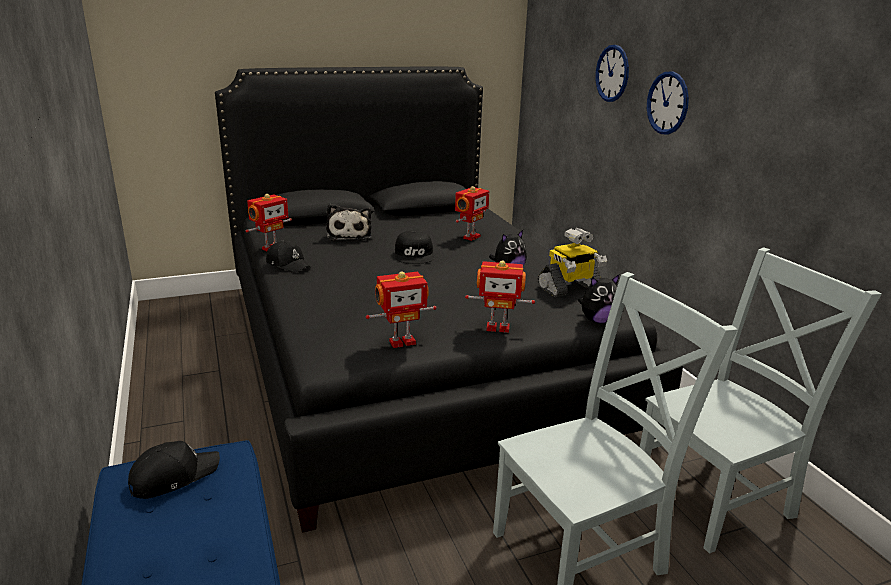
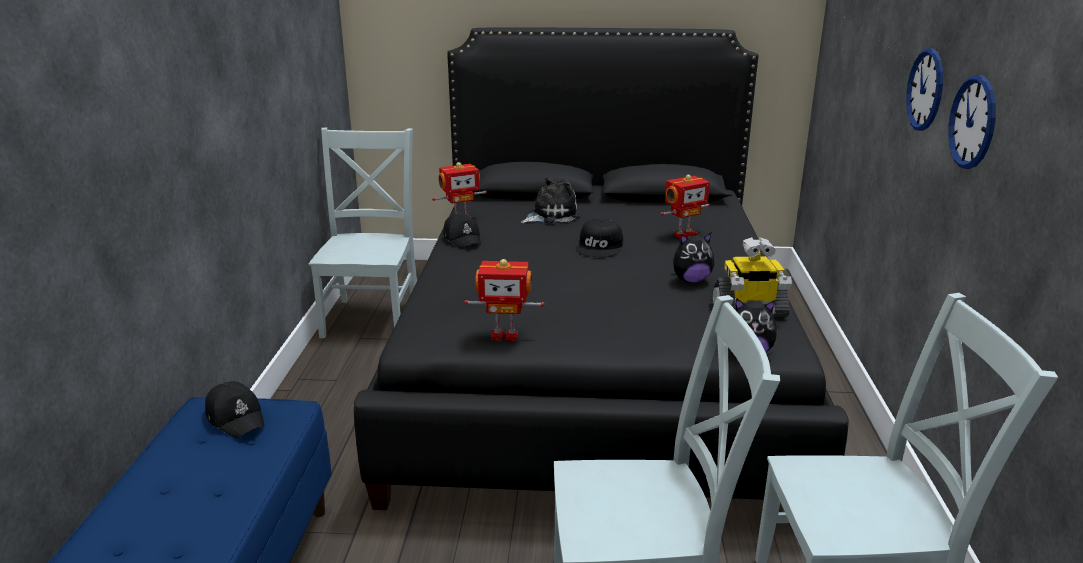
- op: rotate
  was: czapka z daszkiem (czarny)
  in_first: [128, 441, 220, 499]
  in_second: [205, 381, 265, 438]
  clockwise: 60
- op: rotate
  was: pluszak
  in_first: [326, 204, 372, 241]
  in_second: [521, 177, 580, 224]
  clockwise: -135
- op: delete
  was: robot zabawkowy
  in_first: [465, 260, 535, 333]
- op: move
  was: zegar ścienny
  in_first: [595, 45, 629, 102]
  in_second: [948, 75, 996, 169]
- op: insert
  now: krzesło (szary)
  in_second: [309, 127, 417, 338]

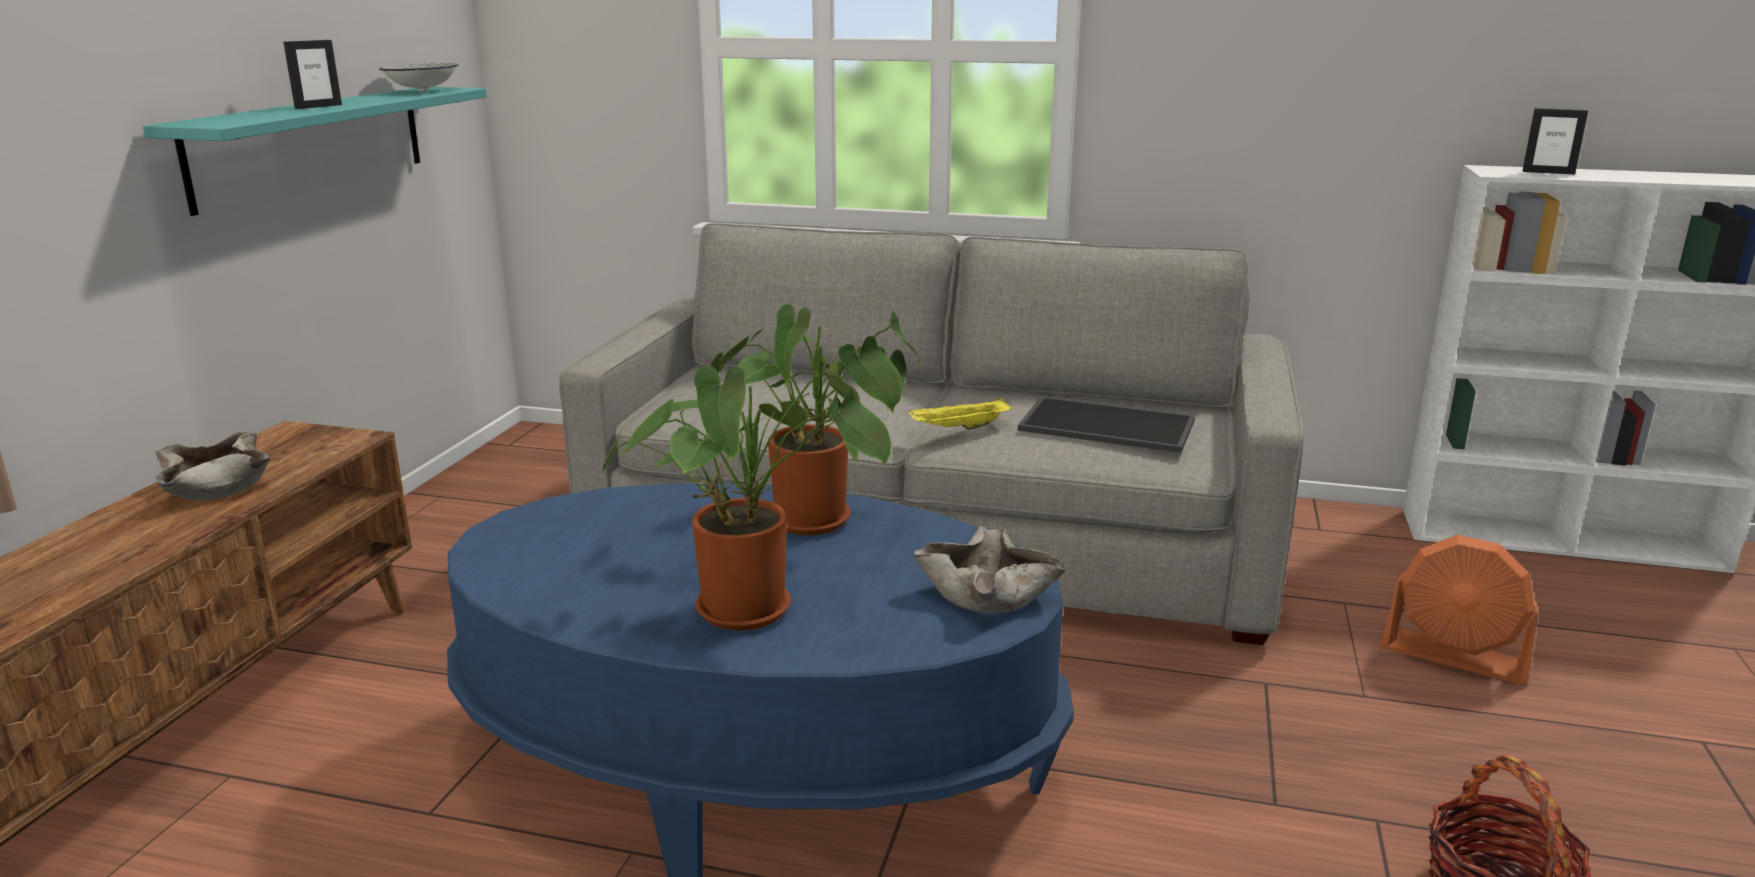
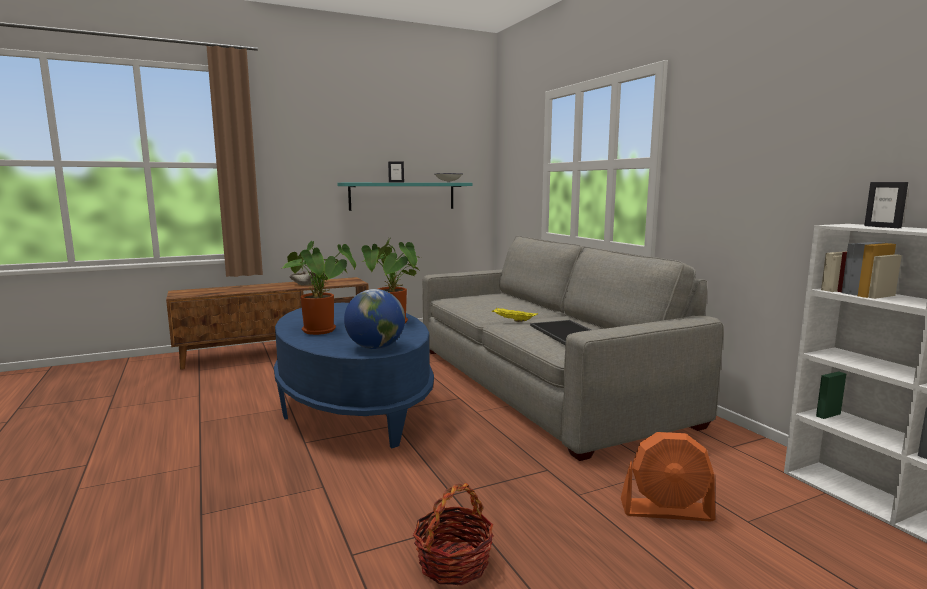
- op: replace
  was: miska (beżowy)
  now: globus
  in_first: [913, 526, 1066, 614]
  in_second: [344, 289, 405, 349]
- op: rotate
  was: wentylator (pomarańczowy)
  in_first: [1381, 535, 1538, 684]
  in_second: [621, 432, 715, 522]
  clockwise: -75

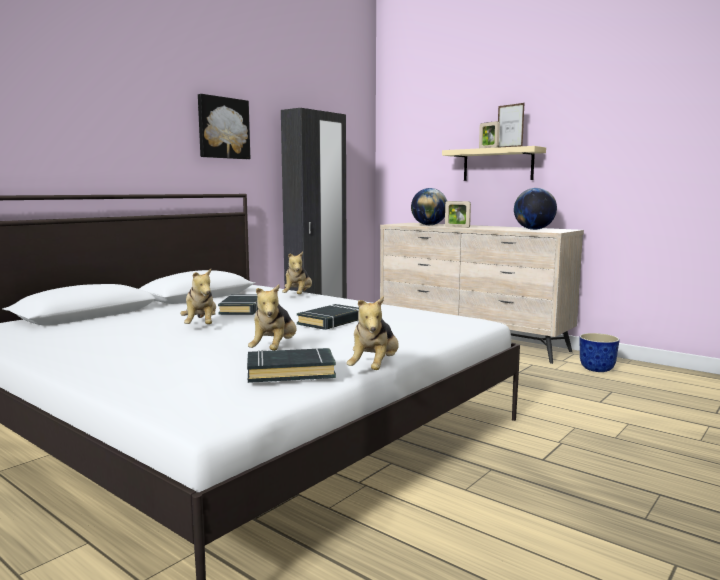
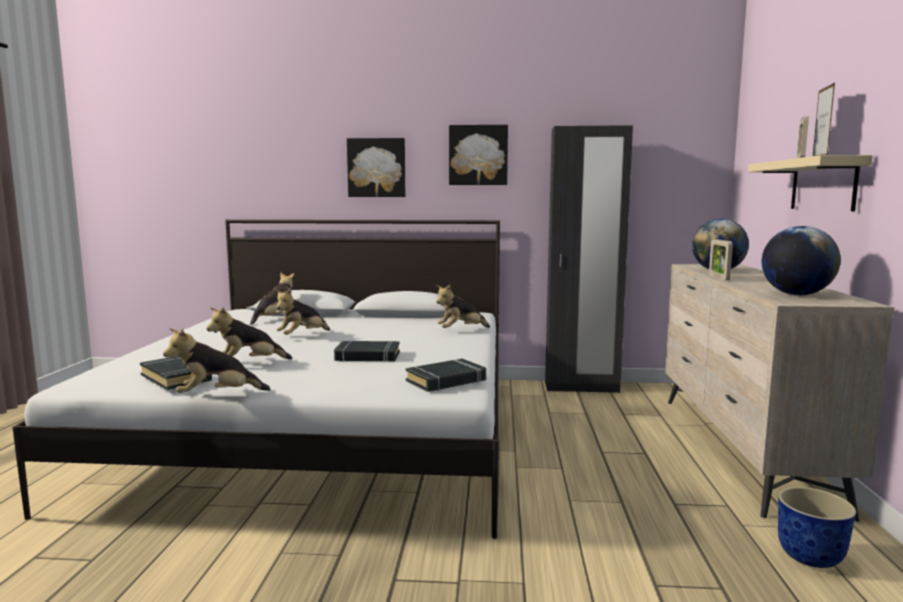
- op: move
  was: książka (czarny)
  in_first: [218, 294, 258, 315]
  in_second: [406, 359, 486, 392]
- op: insert
  now: pluszak
  in_second: [250, 272, 294, 325]
- op: insert
  now: obraz
  in_second: [347, 138, 405, 197]

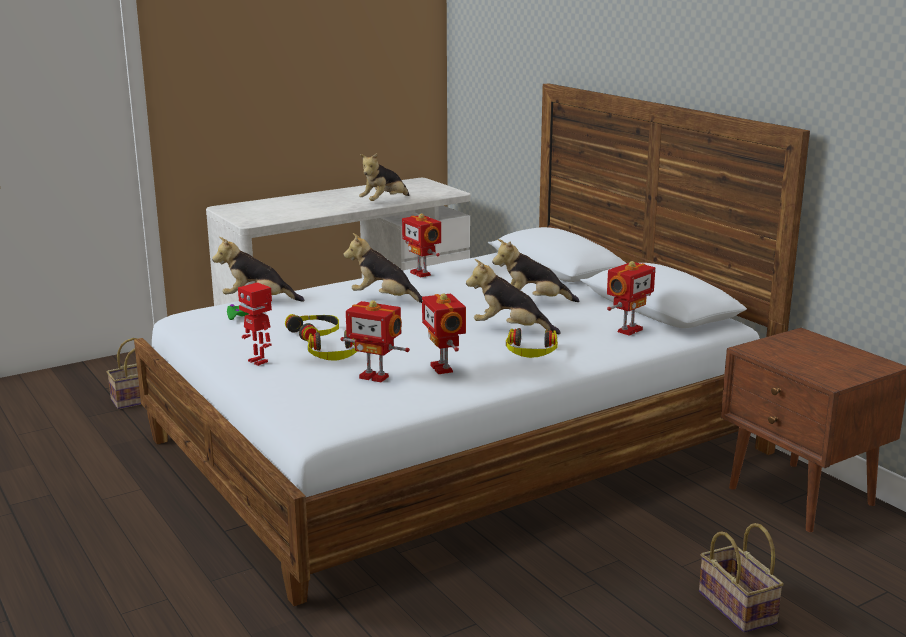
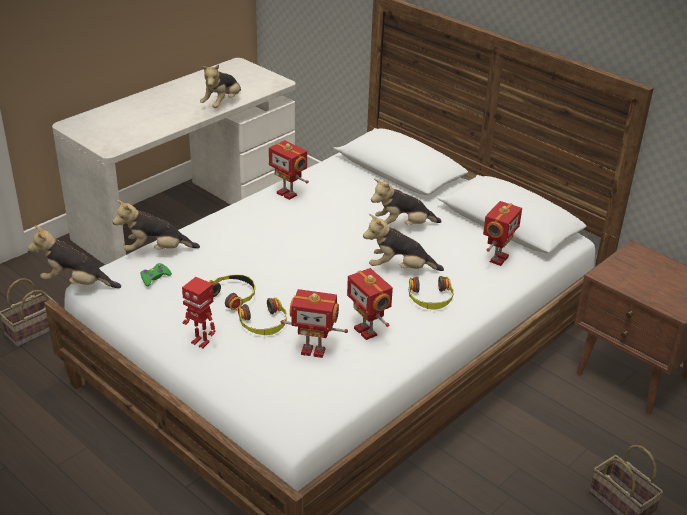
- op: move
  was: pluszak
  in_first: [343, 233, 422, 303]
  in_second: [28, 225, 121, 288]

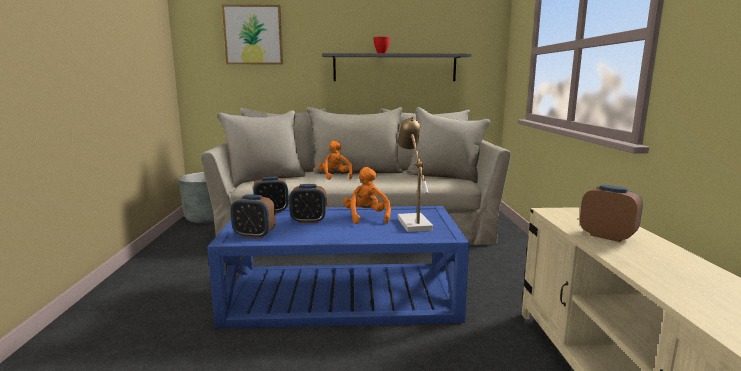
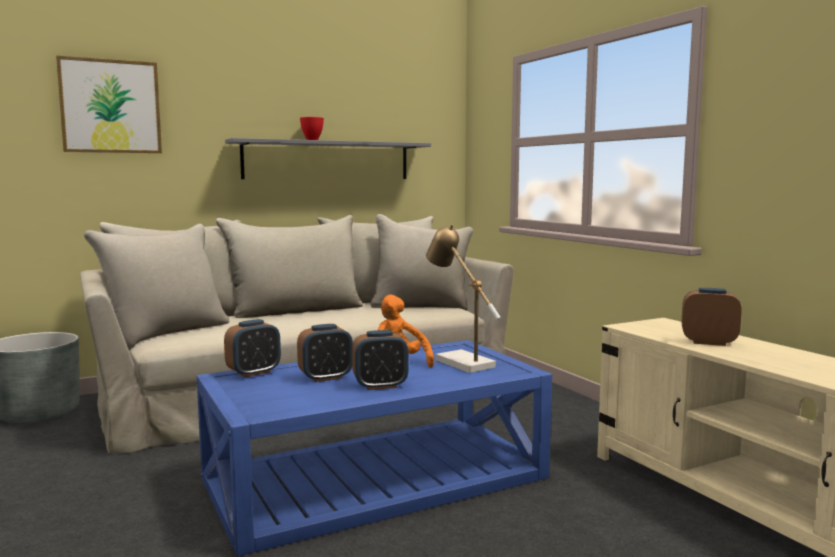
- op: move
  was: budzik
  in_first: [231, 194, 276, 239]
  in_second: [352, 330, 409, 390]
- op: delete
  was: pluszak (pomarańczowy)
  in_first: [318, 140, 353, 180]

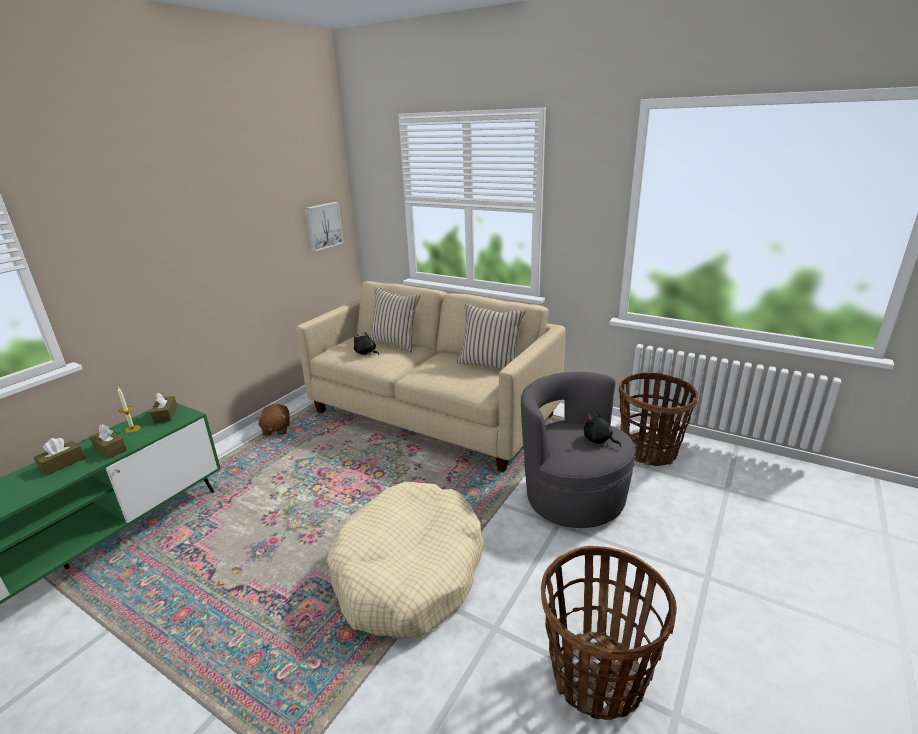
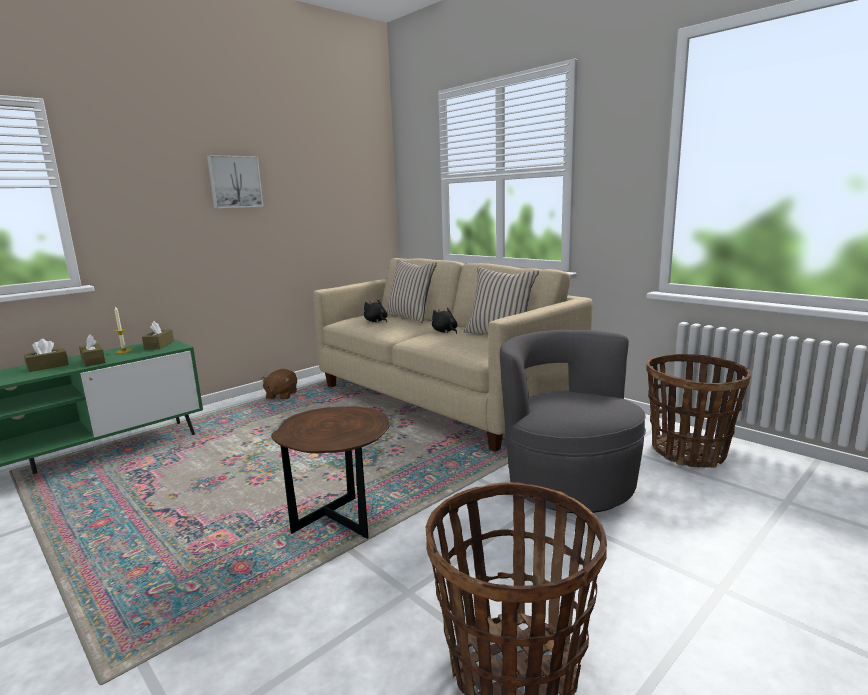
- op: move
  was: obraz
  in_first: [305, 202, 343, 252]
  in_second: [207, 155, 264, 208]
- op: replace
  was: legowisko (beżowy)
  now: stolik (brązowy)
  in_first: [327, 482, 484, 639]
  in_second: [271, 406, 390, 539]
- op: move
  was: pluszak (czarny)
  in_first: [584, 412, 621, 447]
  in_second: [432, 308, 457, 334]

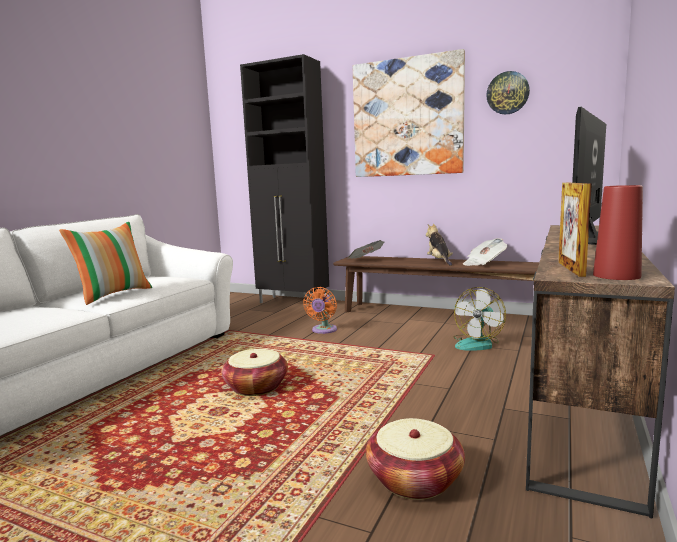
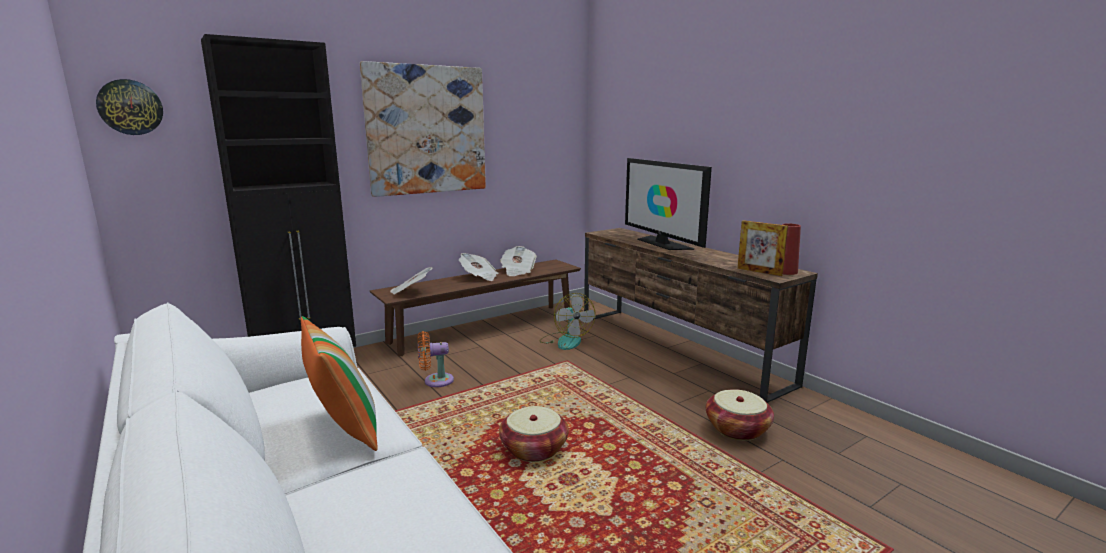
- op: rotate
  was: wentylator (pomarańczowy)
  in_first: [303, 287, 337, 334]
  in_second: [418, 331, 454, 387]
  clockwise: 120
- op: replace
  was: pluszak
  now: gazeta
  in_first: [426, 224, 453, 266]
  in_second: [459, 253, 498, 281]
- op: move
  was: zegar ścienny
  in_first: [486, 71, 530, 114]
  in_second: [96, 79, 163, 135]

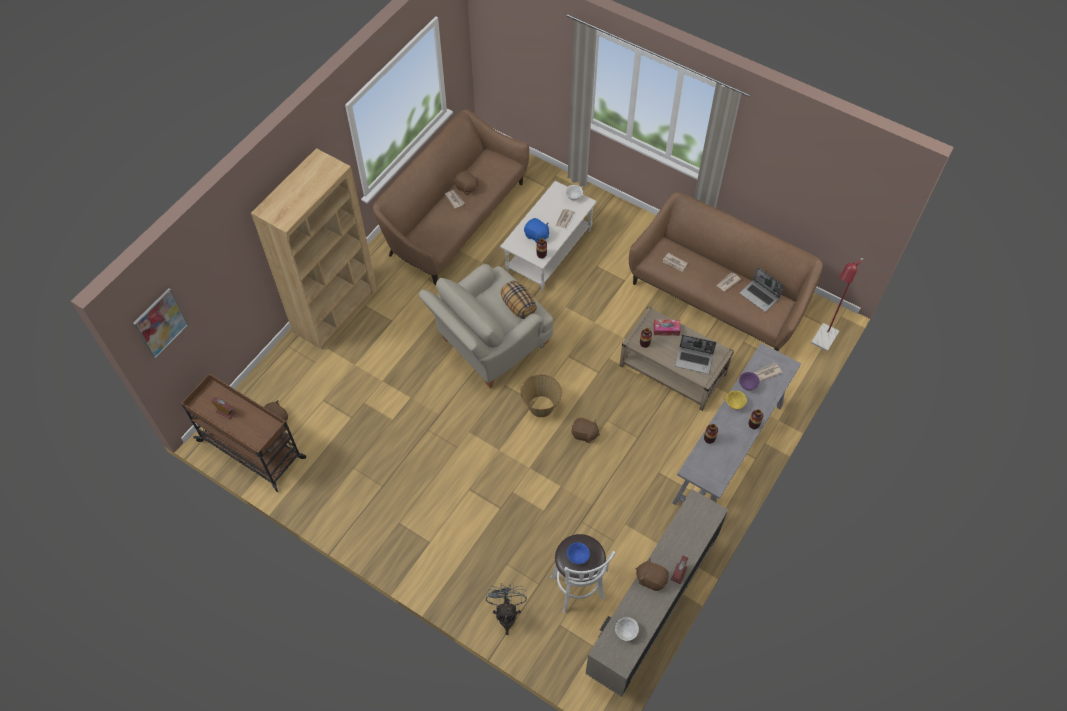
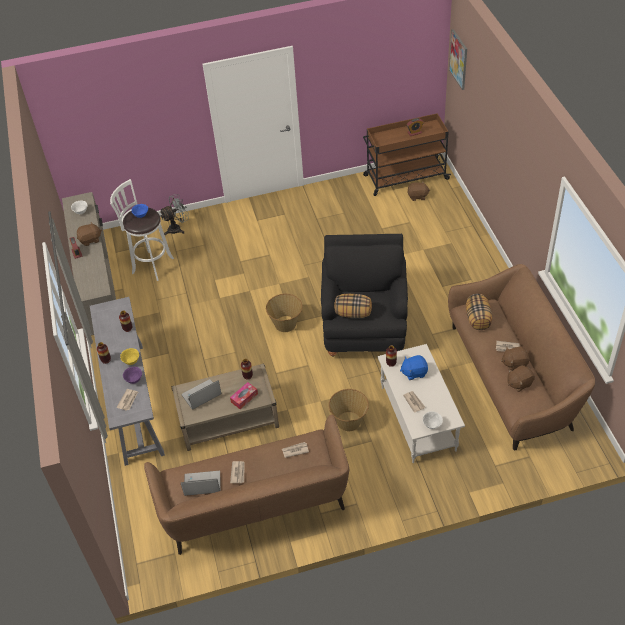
- op: delete
  was: regał (brązowy)
  in_first: [251, 148, 377, 350]
- op: recolor
  was: fotel (beżowy)
  now: fotel (czarny)
  in_first: [419, 264, 553, 388]
  in_second: [321, 234, 408, 357]
- op: rotate
  was: wentylator (szary)
  in_first: [486, 583, 527, 635]
  in_second: [159, 194, 189, 235]
  clockwise: -75
- op: move
  was: pluszak (brązowy)
  in_first: [572, 418, 600, 443]
  in_second: [507, 365, 535, 392]
- op: delete
  was: lampa stojąca (czerwony)
  in_first: [811, 258, 863, 351]
- op: insert
  now: koszyk
  in_second: [328, 389, 369, 431]
- op: insert
  now: poduszka
  in_second: [466, 294, 492, 330]

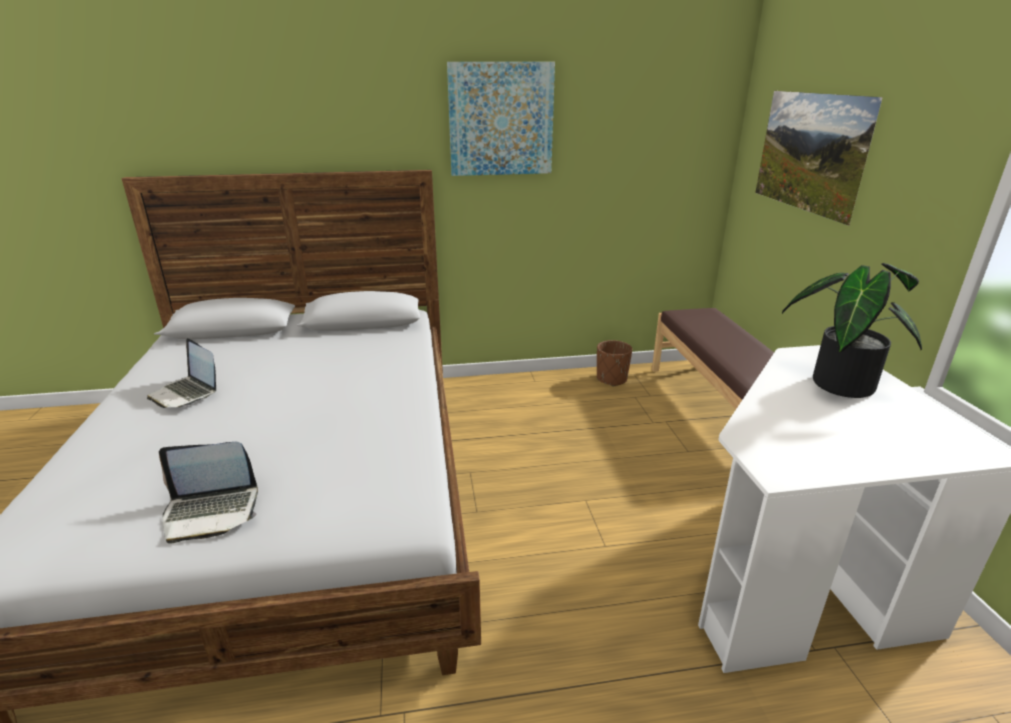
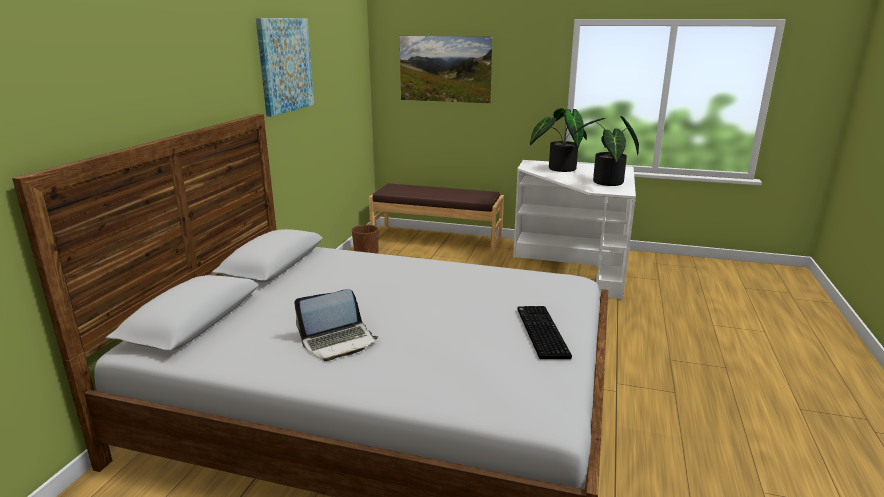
- op: replace
  was: laptop
  now: klawiatura
  in_first: [159, 442, 258, 544]
  in_second: [517, 306, 572, 359]
- op: insert
  now: roślina doniczkowa
  in_second: [573, 116, 639, 186]

